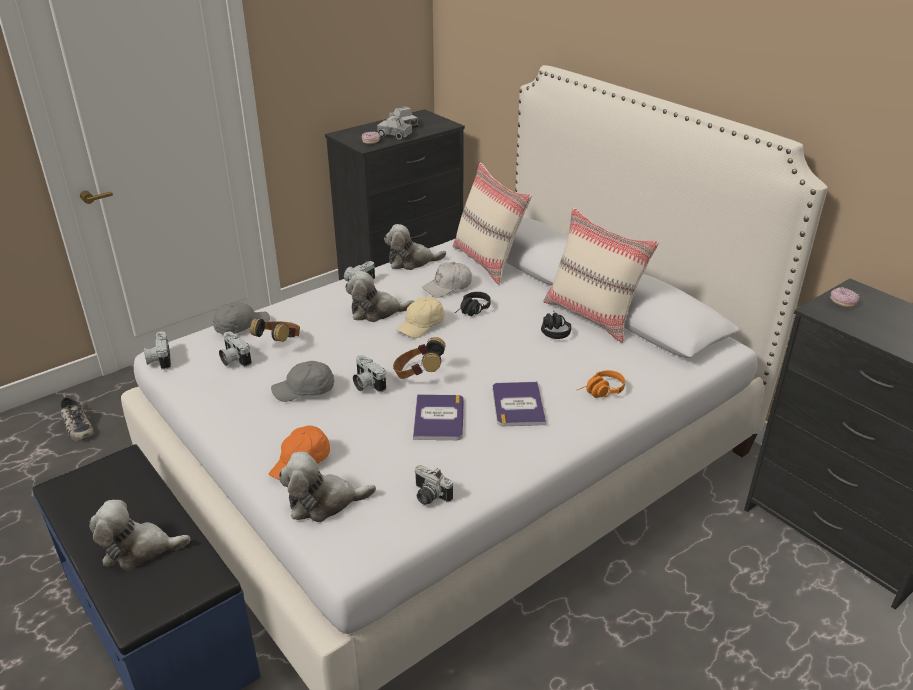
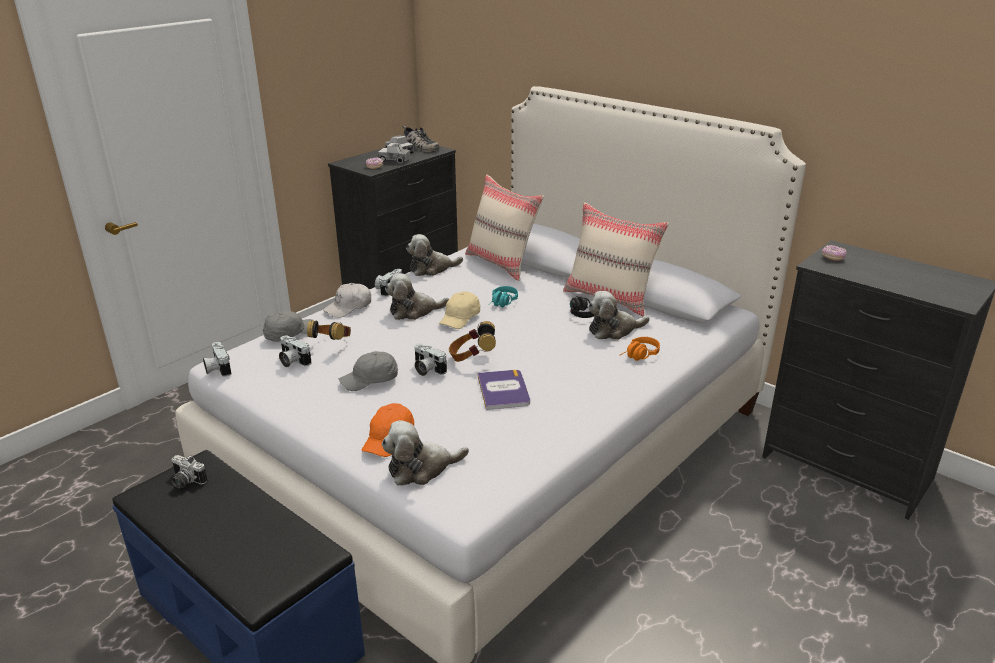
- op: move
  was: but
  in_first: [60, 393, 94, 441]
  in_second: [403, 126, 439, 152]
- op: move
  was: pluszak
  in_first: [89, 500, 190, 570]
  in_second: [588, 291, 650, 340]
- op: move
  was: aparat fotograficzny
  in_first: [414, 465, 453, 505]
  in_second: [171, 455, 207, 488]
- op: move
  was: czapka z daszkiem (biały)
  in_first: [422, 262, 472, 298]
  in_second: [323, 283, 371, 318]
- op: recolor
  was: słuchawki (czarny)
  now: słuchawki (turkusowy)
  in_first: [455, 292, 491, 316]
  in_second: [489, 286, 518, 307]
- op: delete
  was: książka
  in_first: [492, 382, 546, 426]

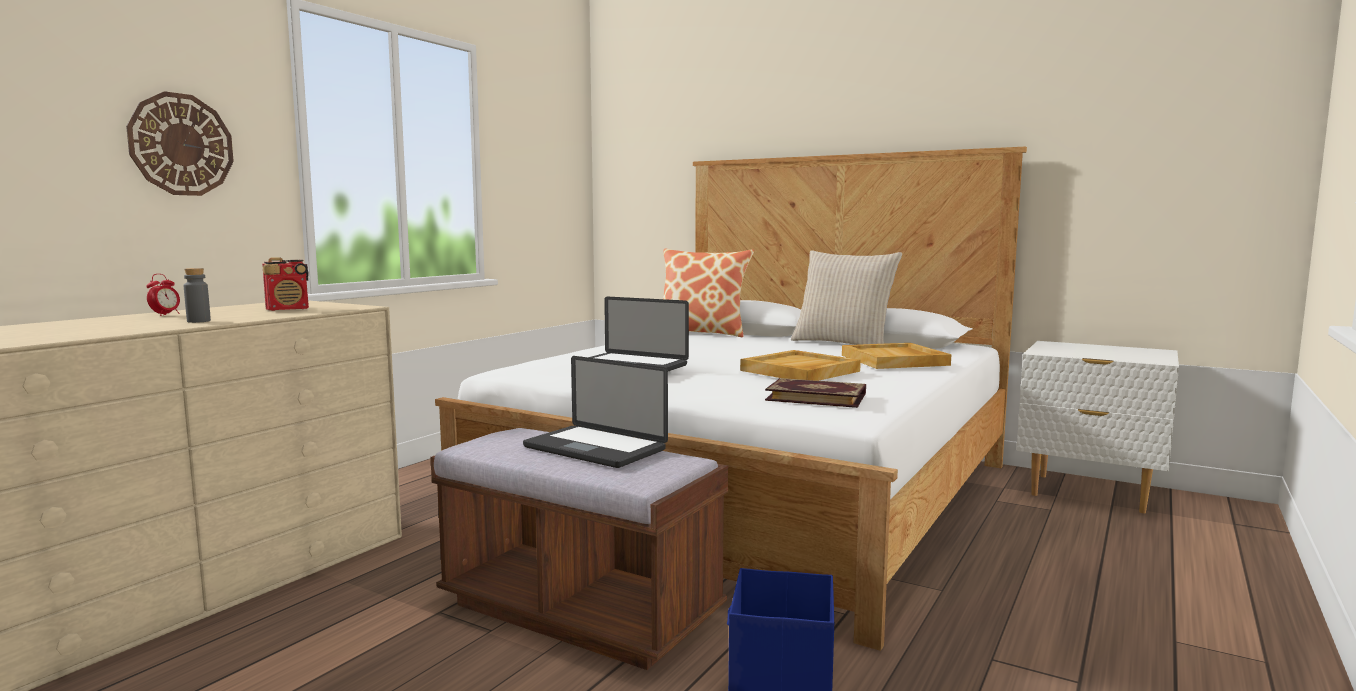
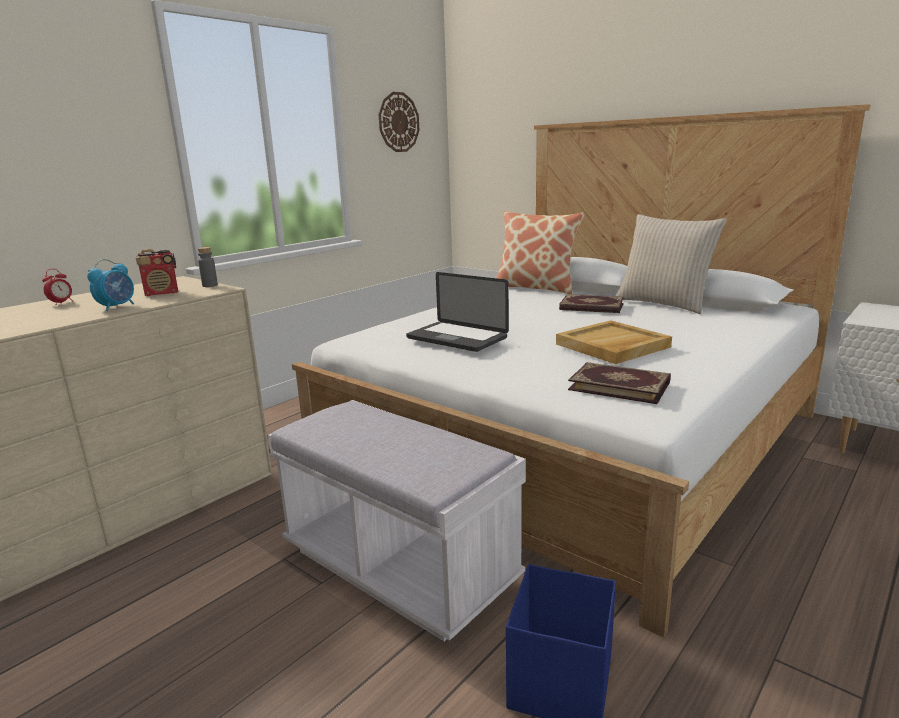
- op: move
  was: zegar ścienny
  in_first: [126, 91, 234, 196]
  in_second: [379, 92, 419, 152]
- op: move
  was: butelka (szary)
  in_first: [184, 268, 211, 323]
  in_second: [198, 247, 218, 287]
- op: recolor
  was: ławka (brązowy)
  now: ławka (biały)
  in_first: [431, 428, 728, 670]
  in_second: [268, 400, 526, 641]
- op: delete
  was: laptop
  in_first: [523, 356, 668, 468]
- op: delete
  was: taca (beżowy)
  in_first: [842, 343, 951, 369]
- op: insert
  now: budzik
  in_second: [87, 259, 134, 311]
- op: insert
  now: książka
  in_second: [559, 294, 624, 313]

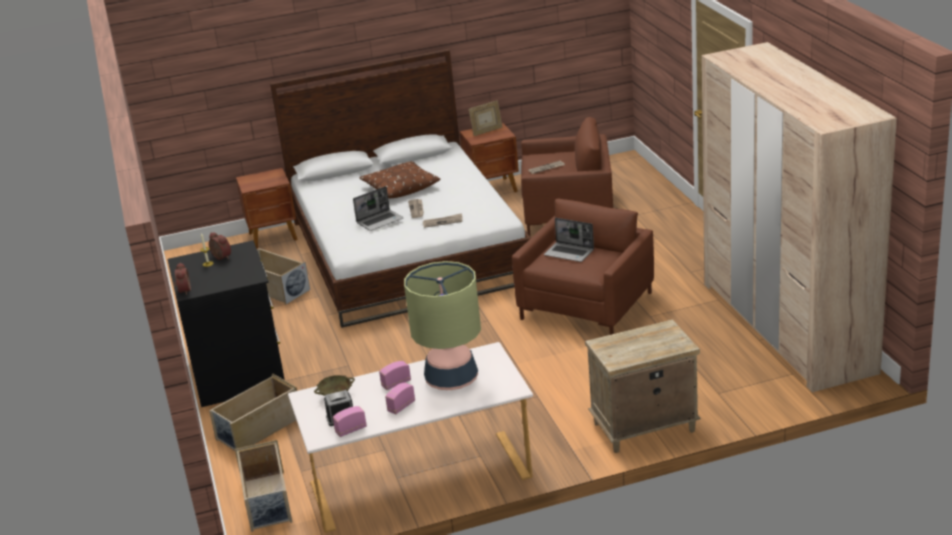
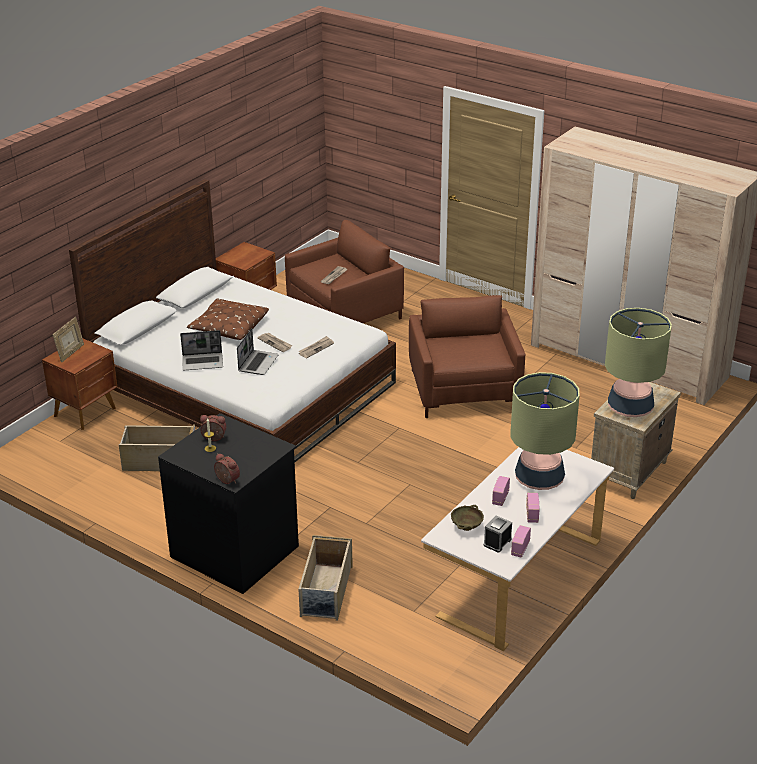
- op: delete
  was: pojemnik do przechowywania (beżowy)
  in_first: [235, 440, 293, 532]
- op: move
  was: ramka na zdjęcie
  in_first: [469, 100, 503, 136]
  in_second: [53, 317, 84, 362]
- op: move
  was: laptop
  in_first: [544, 218, 594, 262]
  in_second: [180, 330, 223, 370]
- op: insert
  now: lampa stołowa
  in_second: [605, 308, 672, 417]

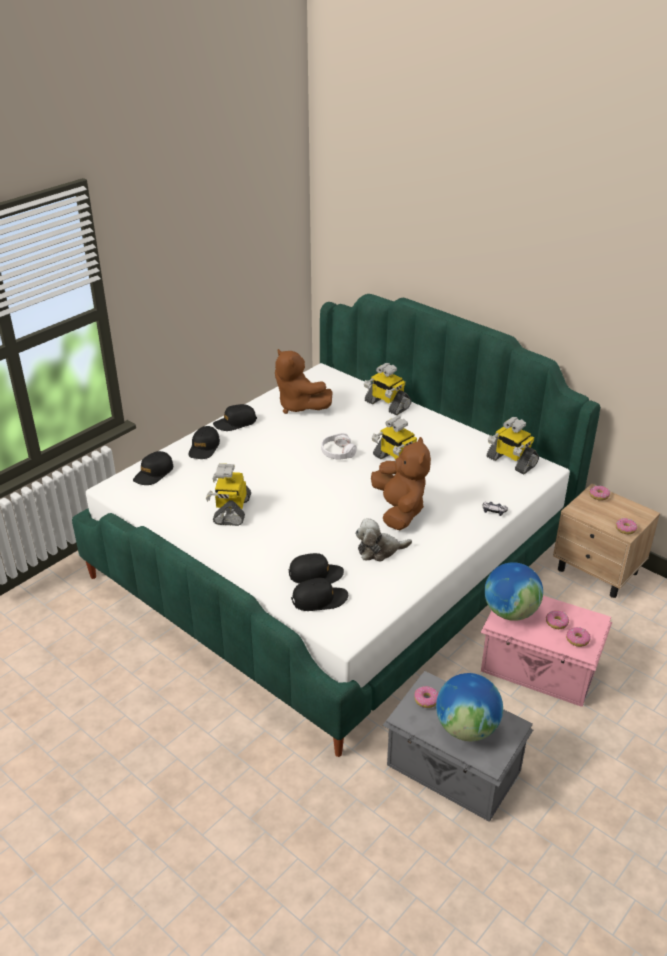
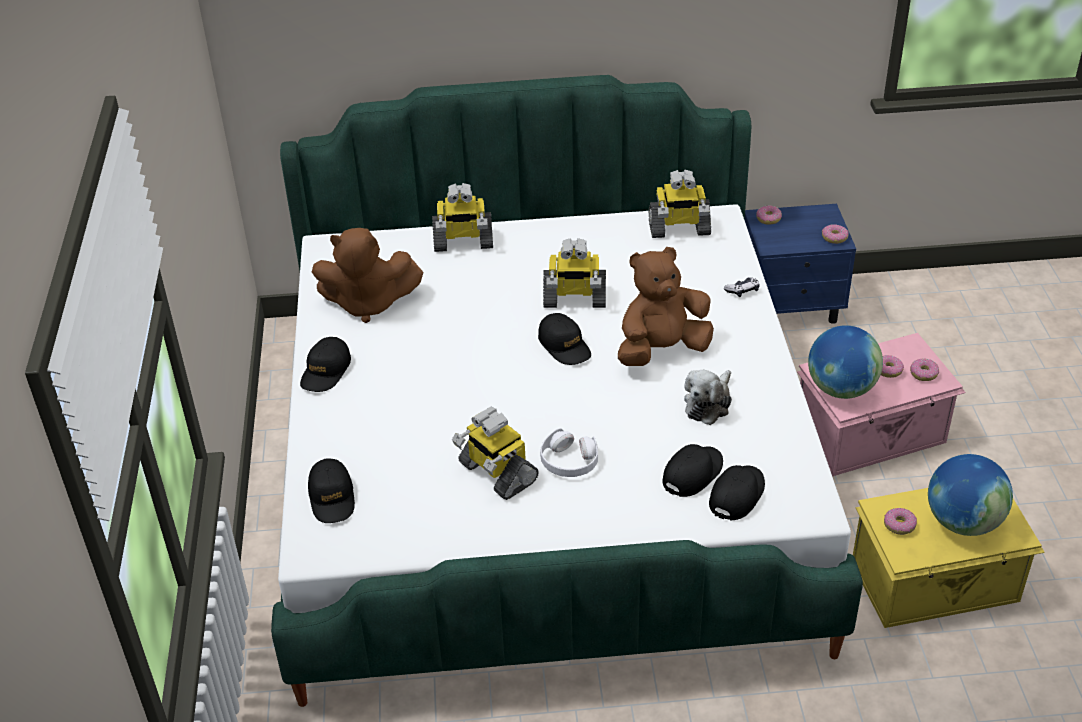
- op: move
  was: czapka z daszkiem (czarny)
  in_first: [189, 426, 220, 459]
  in_second: [538, 313, 591, 365]
- op: move
  was: słuchawki (biały)
  in_first: [321, 433, 357, 460]
  in_second: [540, 428, 598, 477]
- op: rotate
  was: pluszak (brązowy)
  in_first: [371, 437, 431, 530]
  in_second: [618, 247, 714, 366]
  clockwise: -60
- op: recolor
  was: pojemnik do przechowywania (szary)
  now: pojemnik do przechowywania (żółty)
  in_first: [382, 671, 533, 822]
  in_second: [853, 488, 1045, 628]
- op: recolor
  was: szafka nocna (beżowy)
  now: szafka nocna (niebieski)
  in_first: [553, 484, 660, 598]
  in_second: [745, 204, 856, 324]

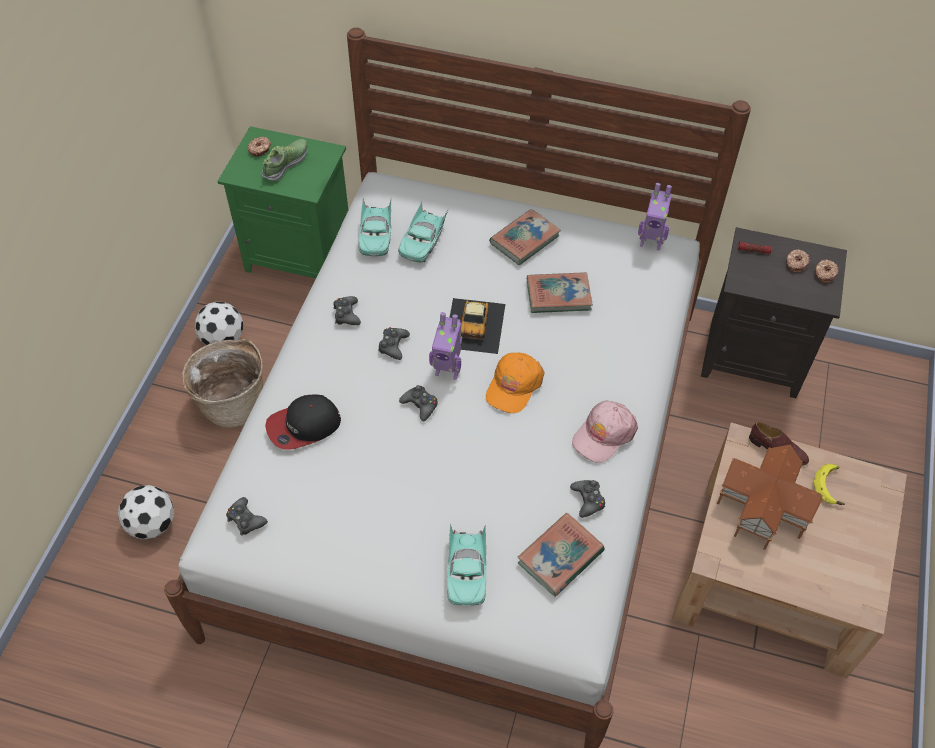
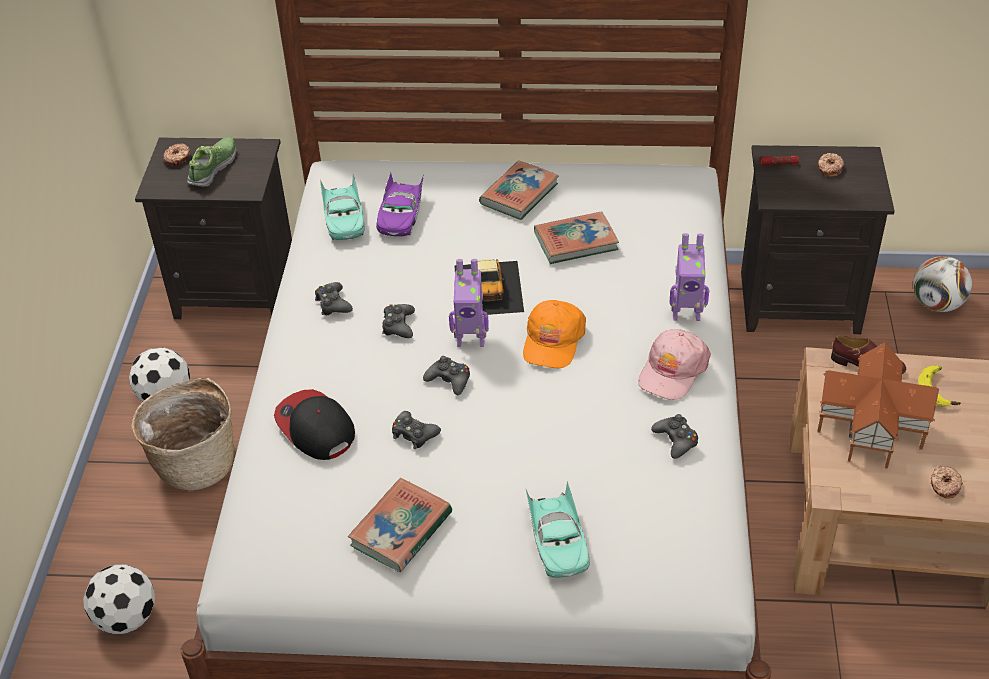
- op: recolor
  was: szafka nocna (zielony)
  now: szafka nocna (czarny)
  in_first: [217, 126, 348, 279]
  in_second: [135, 138, 292, 319]
- op: move
  was: pad do gier (czarny)
  in_first: [226, 497, 268, 536]
  in_second: [392, 411, 441, 449]
- op: rotate
  was: czapka z daszkiem
  in_first: [265, 394, 341, 450]
  in_second: [274, 389, 355, 460]
  clockwise: 90
- op: recolor
  was: samochodzik (turkusowy)
  now: samochodzik (fioletowy)
  in_first: [398, 202, 448, 262]
  in_second: [376, 172, 424, 236]
- op: move
  was: książka
  in_first: [518, 512, 605, 597]
  in_second: [348, 478, 452, 572]
- op: move
  was: robot zabawkowy
  in_first: [638, 183, 672, 251]
  in_second: [669, 233, 709, 321]
- op: move
  was: donut
  in_first: [815, 259, 839, 283]
  in_second: [931, 465, 963, 499]
- op: insert
  now: piłka futbolowa
  in_second: [913, 256, 972, 312]

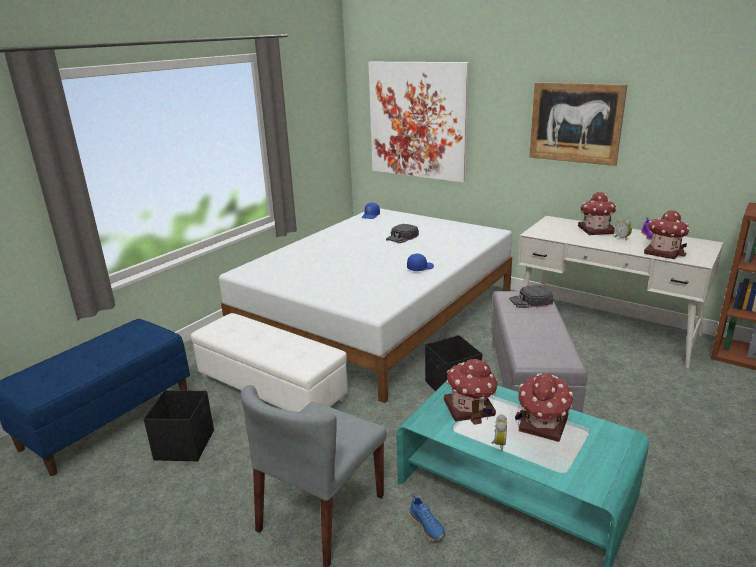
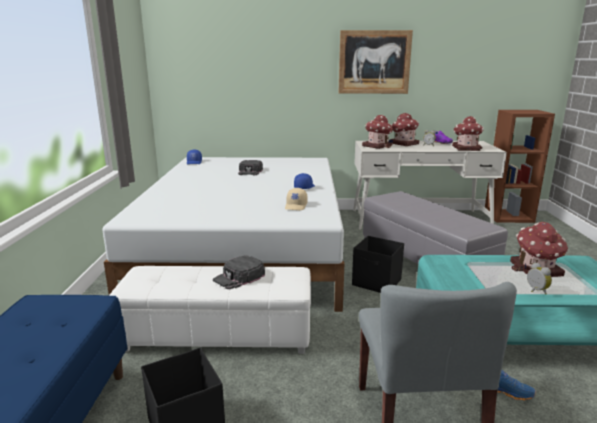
- op: delete
  was: obraz
  in_first: [368, 62, 470, 183]
- op: move
  was: domek
  in_first: [444, 359, 498, 425]
  in_second: [362, 115, 393, 149]
- op: move
  was: czapka z daszkiem (czarny)
  in_first: [509, 285, 554, 308]
  in_second: [213, 255, 265, 289]
- op: insert
  now: czapka z daszkiem (beżowy)
  in_second: [285, 188, 308, 210]

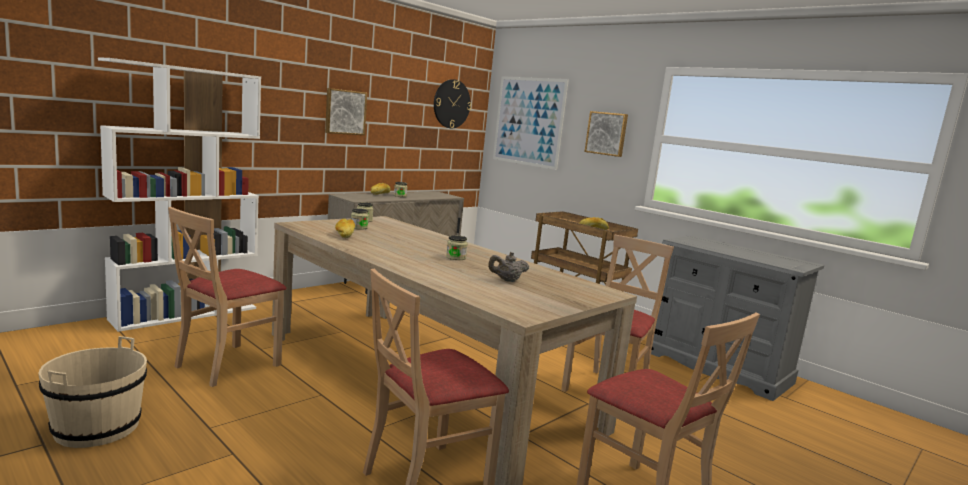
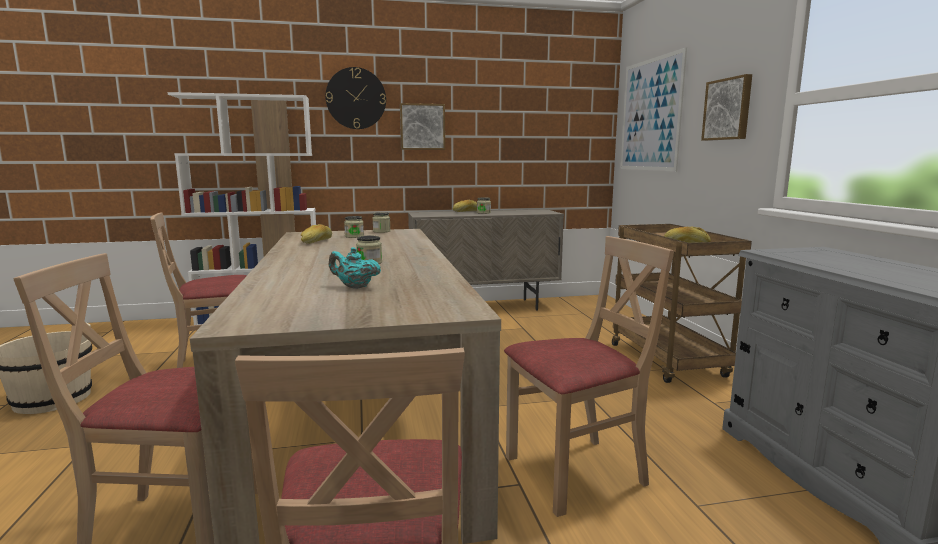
- op: move
  was: zegar ścienny
  in_first: [434, 79, 471, 128]
  in_second: [325, 67, 386, 129]
- op: recolor
  was: imbryk (szary)
  now: imbryk (turkusowy)
  in_first: [488, 252, 529, 282]
  in_second: [329, 247, 381, 289]

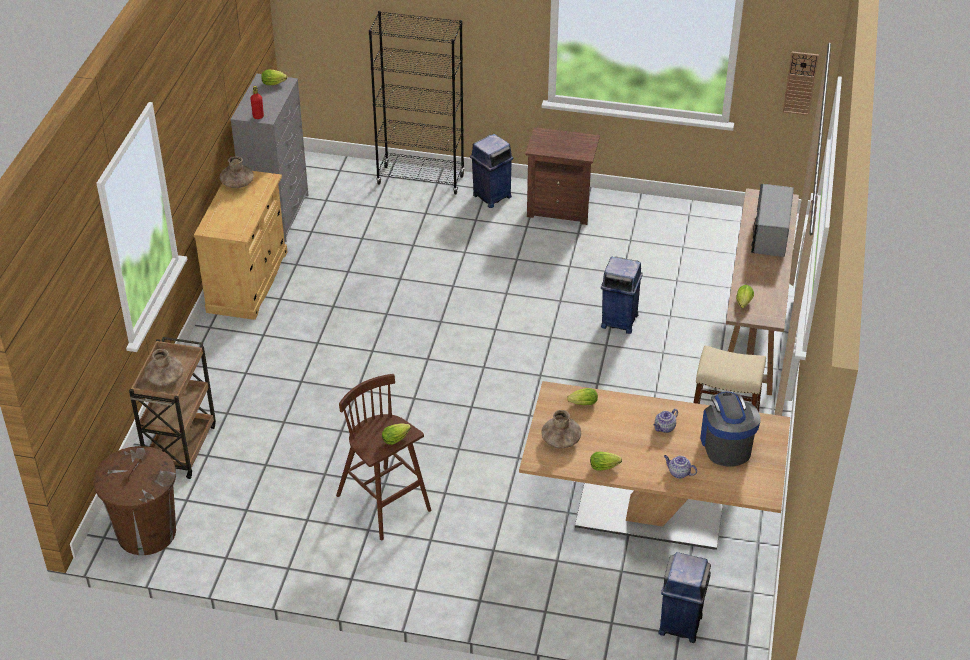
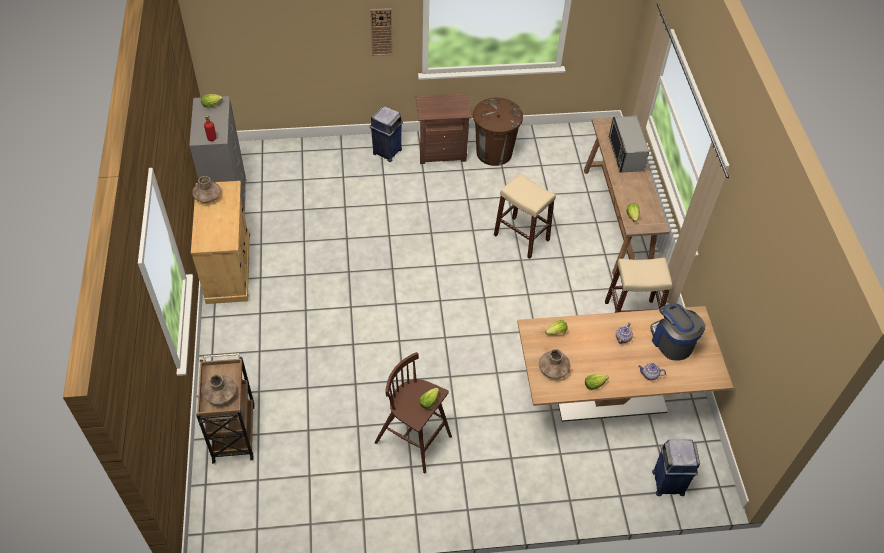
- op: move
  was: kosz na śmieci (brązowy)
  in_first: [93, 446, 176, 555]
  in_second: [473, 98, 523, 166]
- op: delete
  was: regał (czarny)
  in_first: [369, 11, 465, 195]
- op: replace
  was: kosz na śmieci (niebieski)
  now: stołek (beżowy)
  in_first: [601, 256, 643, 334]
  in_second: [494, 173, 556, 259]
- op: move
  was: zegar ścienny
  in_first: [783, 52, 819, 116]
  in_second: [370, 8, 393, 56]

